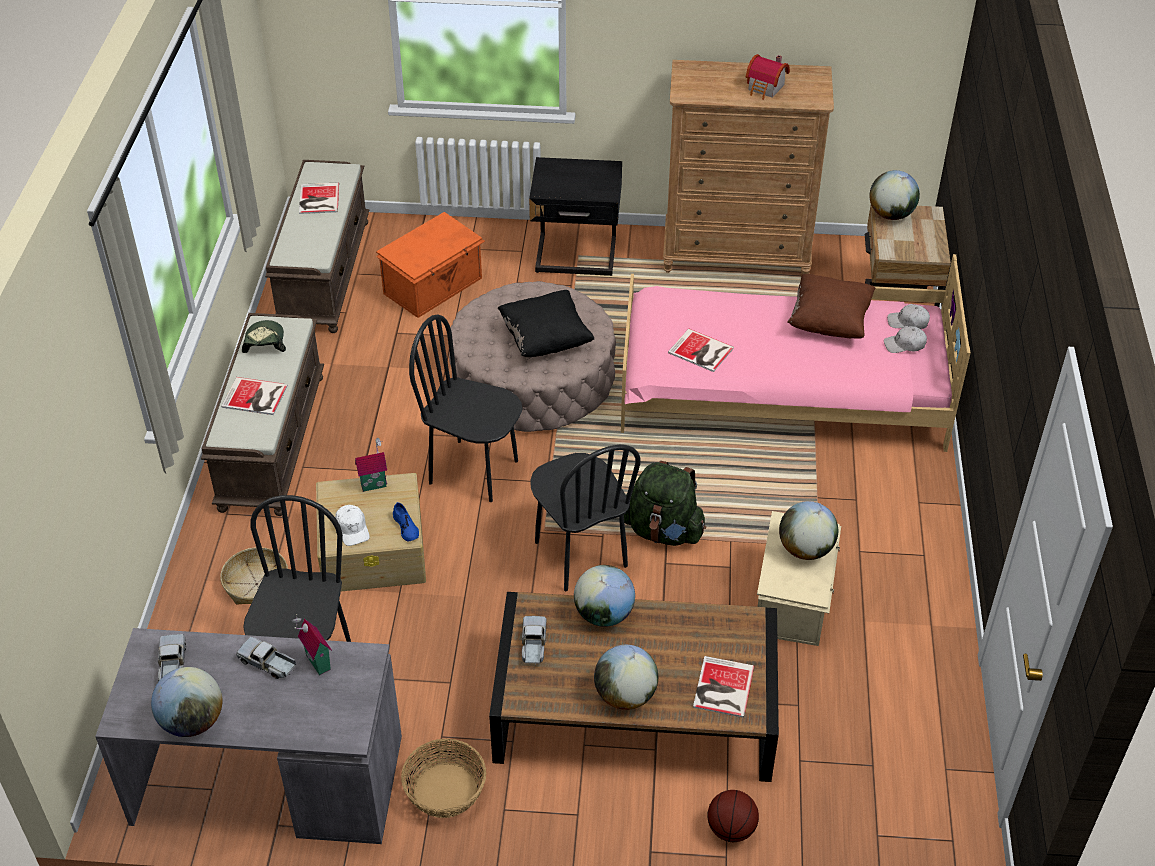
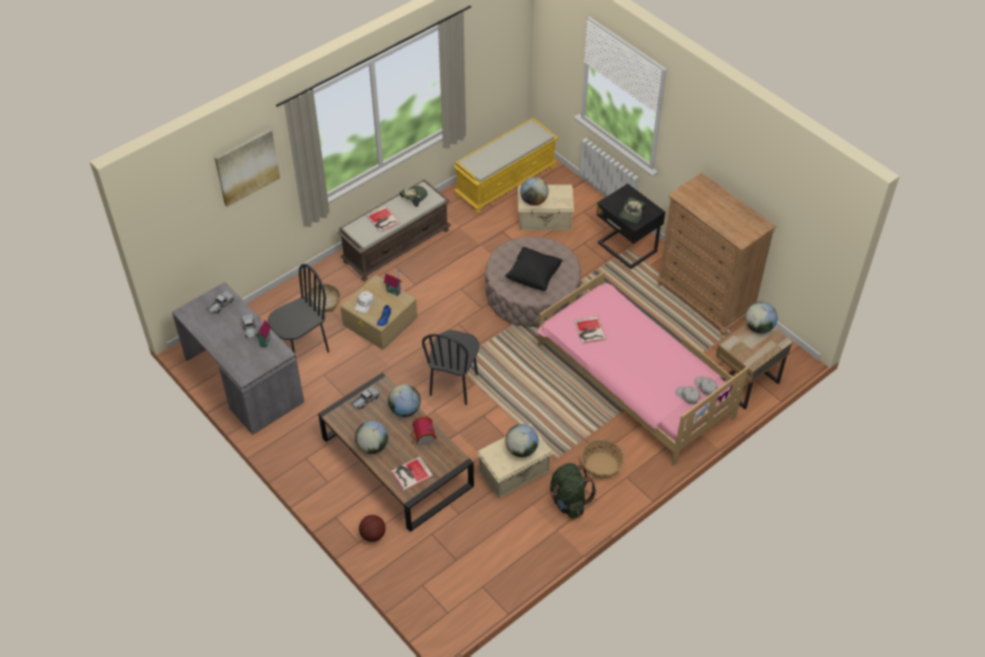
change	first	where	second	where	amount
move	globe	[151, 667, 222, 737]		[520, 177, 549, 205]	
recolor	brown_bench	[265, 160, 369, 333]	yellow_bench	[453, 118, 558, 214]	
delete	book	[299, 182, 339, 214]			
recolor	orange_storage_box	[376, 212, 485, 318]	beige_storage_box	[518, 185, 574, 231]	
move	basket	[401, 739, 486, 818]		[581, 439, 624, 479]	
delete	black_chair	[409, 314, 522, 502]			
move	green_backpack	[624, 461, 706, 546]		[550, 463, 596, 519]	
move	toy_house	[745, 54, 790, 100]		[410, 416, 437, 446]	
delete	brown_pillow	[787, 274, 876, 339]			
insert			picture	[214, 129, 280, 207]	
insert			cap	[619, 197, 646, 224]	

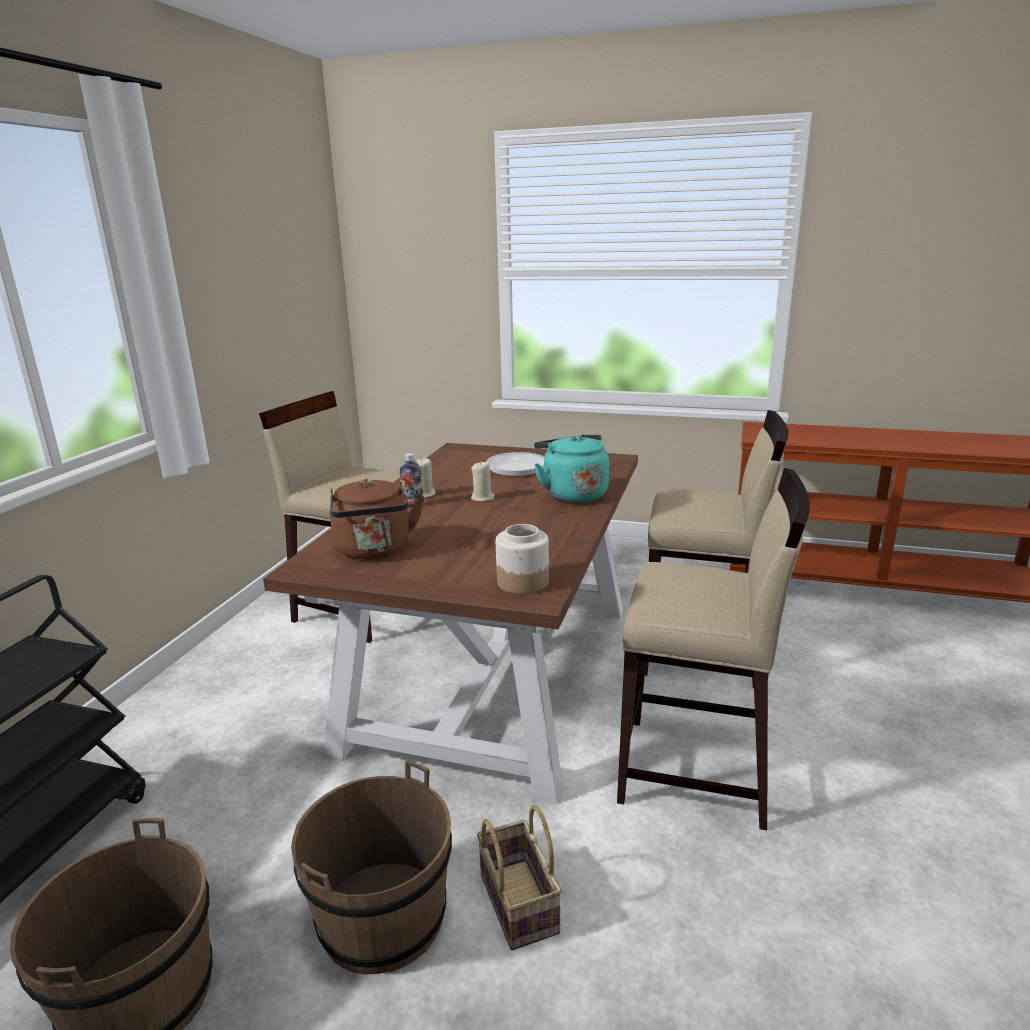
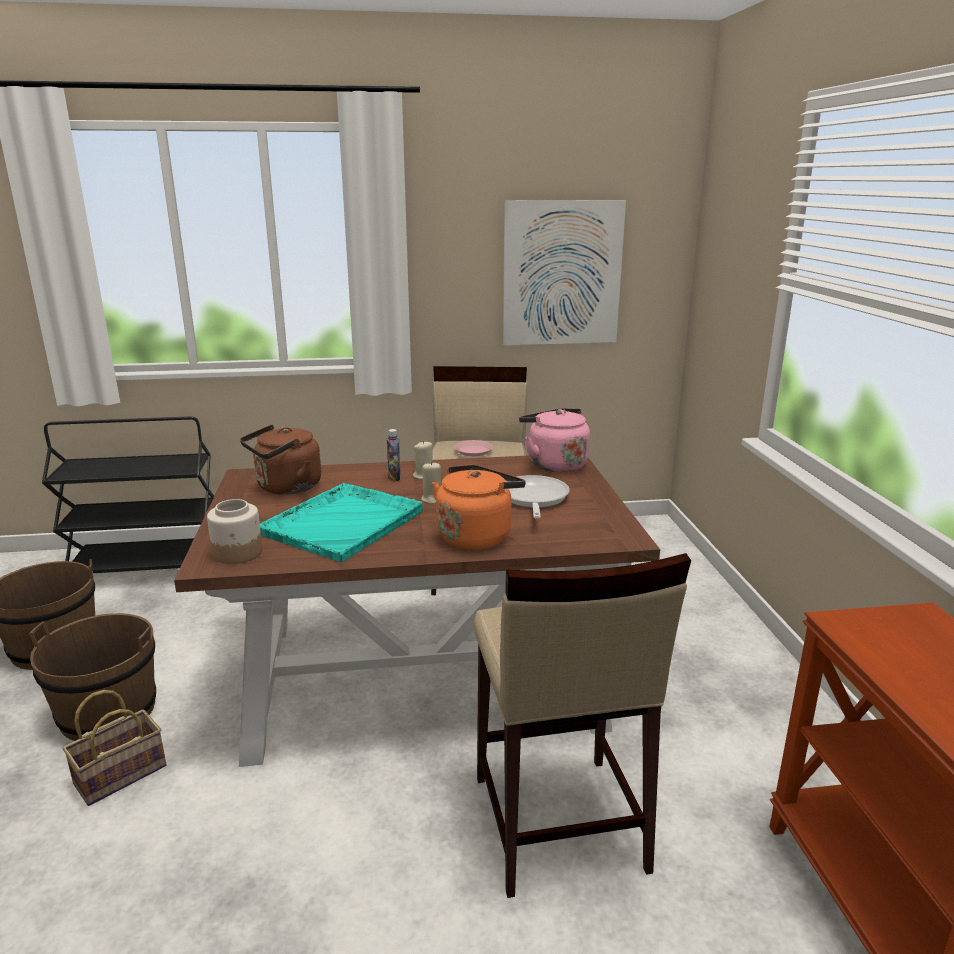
change	first	where	second	where	amount
recolor	turquoise_kettle	[534, 434, 609, 503]	orange_kettle	[432, 465, 526, 550]	
delete	beige_stool	[617, 468, 810, 830]			
insert			turquoise_tray	[260, 483, 423, 562]	
insert			pink_plate	[454, 440, 493, 456]	
insert			picture	[503, 200, 626, 345]	
insert			pink_kettle	[519, 408, 590, 472]	

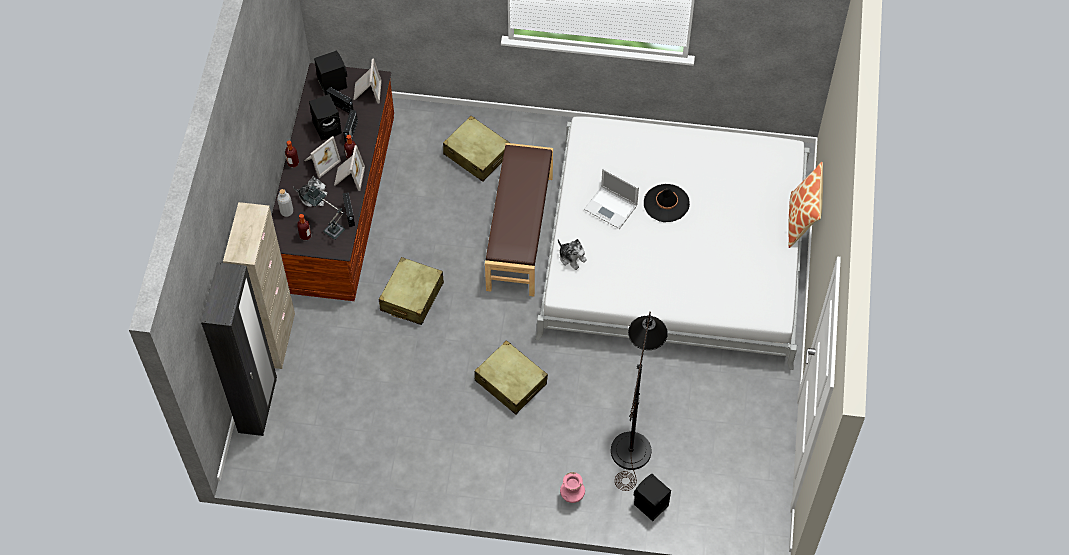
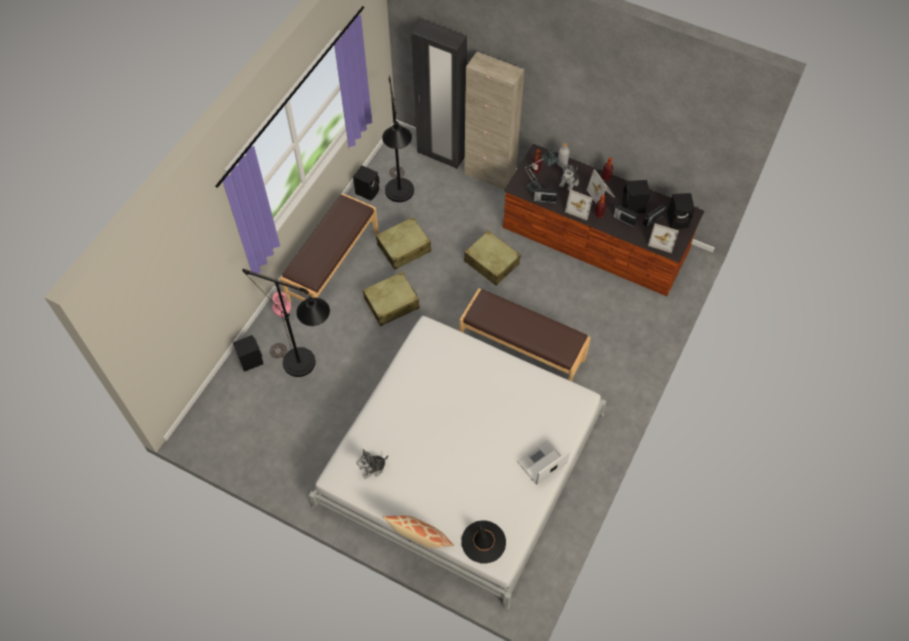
change	first	where	second	where	amount
move	beige_suitcase	[443, 116, 510, 182]		[376, 217, 431, 270]	
move	plush_toy	[558, 239, 587, 270]		[357, 449, 388, 479]	
move	laptop	[584, 168, 639, 229]		[517, 440, 570, 485]	
move	black_hat	[644, 184, 690, 222]		[461, 521, 506, 564]	
insert			brown_bench	[280, 193, 379, 303]	
insert			black_speaker	[353, 166, 380, 201]	
insert			black_floor_lamp	[382, 75, 414, 202]	

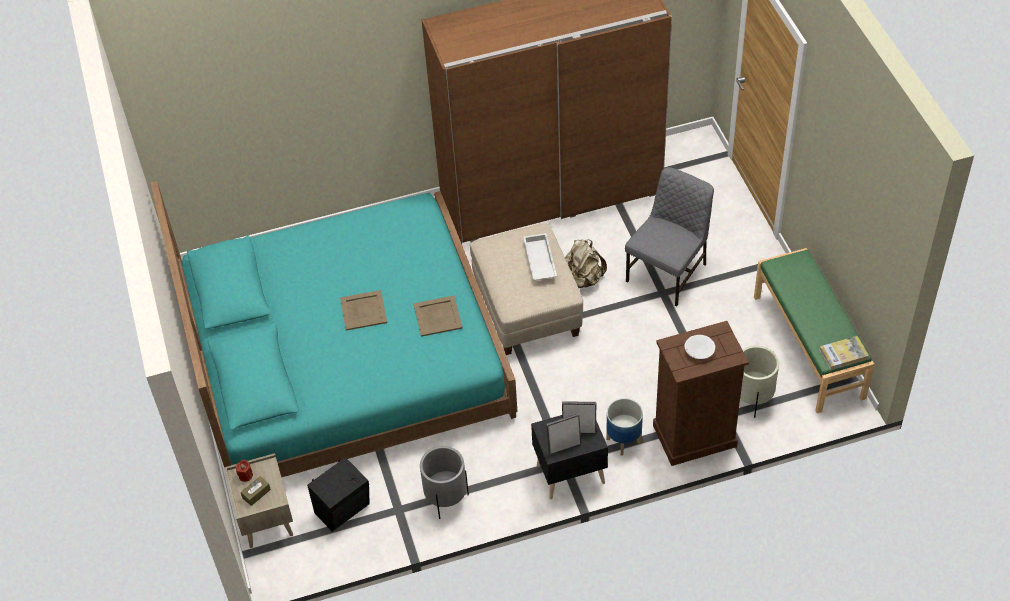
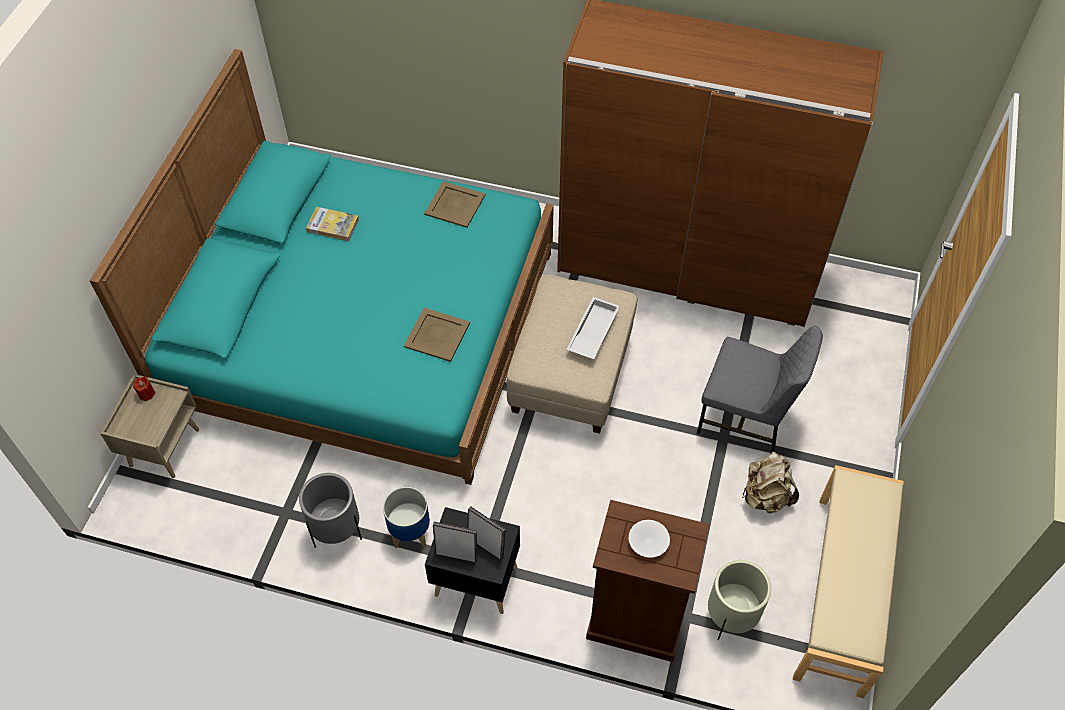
change	first	where	second	where	amount
delete	brown_tissue_box	[241, 476, 271, 506]			
delete	black_speaker	[307, 457, 370, 532]			
move	beige_tray	[340, 290, 387, 331]		[424, 181, 486, 228]	
move	beige_backpack	[565, 239, 607, 288]		[742, 451, 799, 513]	
move	planter	[606, 398, 643, 456]		[383, 487, 430, 548]	
rotate	grey_chair	[625, 167, 714, 306]		[697, 325, 823, 453]	45 degrees clockwise
recolor	green_bench	[754, 248, 874, 413]	beige_bench	[793, 465, 904, 698]	
move	book	[820, 336, 869, 370]		[306, 207, 359, 241]	

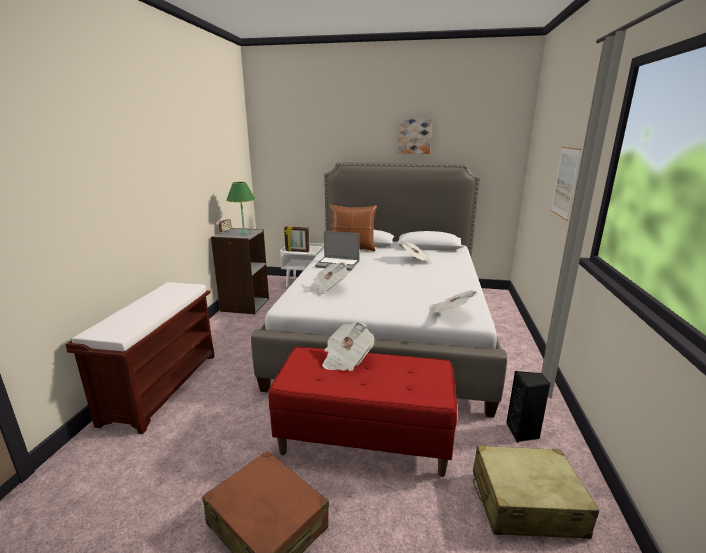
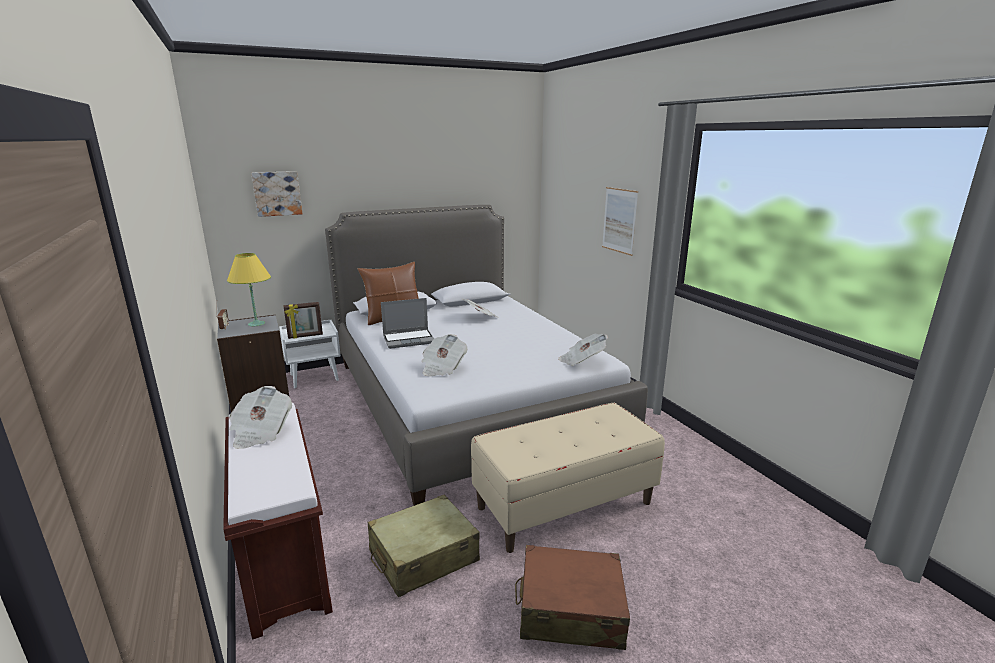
change	first	where	second	where	amount
recolor	green_table_lamp	[226, 182, 255, 234]	yellow_table_lamp	[227, 253, 271, 326]	
recolor	red_bench	[269, 347, 457, 477]	beige_bench	[471, 403, 665, 553]	
move	newspaper	[322, 322, 375, 371]		[229, 386, 292, 449]	
move	picture	[398, 119, 432, 154]		[251, 171, 302, 217]	
move	beige_suitcase	[473, 445, 599, 539]		[368, 495, 480, 597]	
delete	black_speaker	[506, 371, 551, 442]			

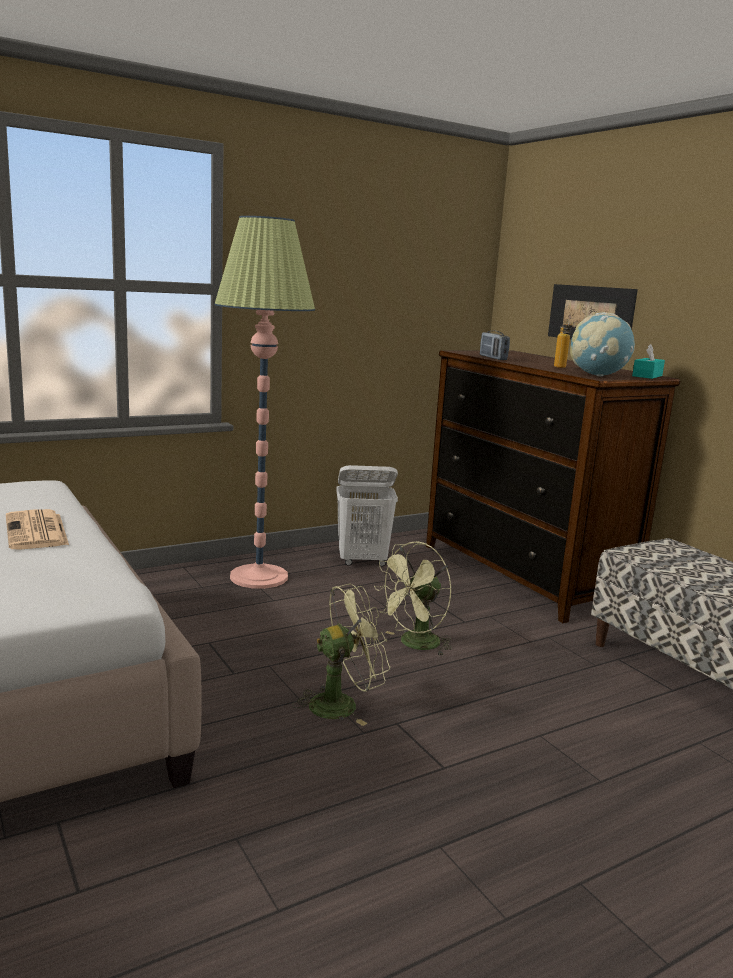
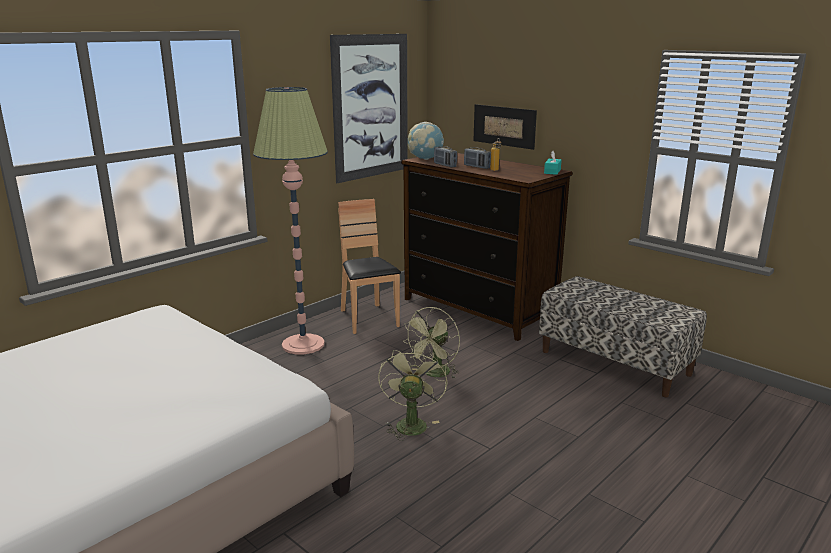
change	first	where	second	where	amount
delete	newspaper	[6, 509, 69, 549]			
rotate	green_fan	[292, 584, 390, 726]		[378, 346, 448, 441]	45 degrees counterclockwise
replace	white_laundry_basket	[336, 465, 398, 566]	brown_chair	[338, 199, 401, 334]	
move	globe	[570, 312, 635, 376]		[408, 122, 444, 160]	
insert			picture	[330, 34, 408, 183]	
insert			radio	[464, 147, 491, 169]	

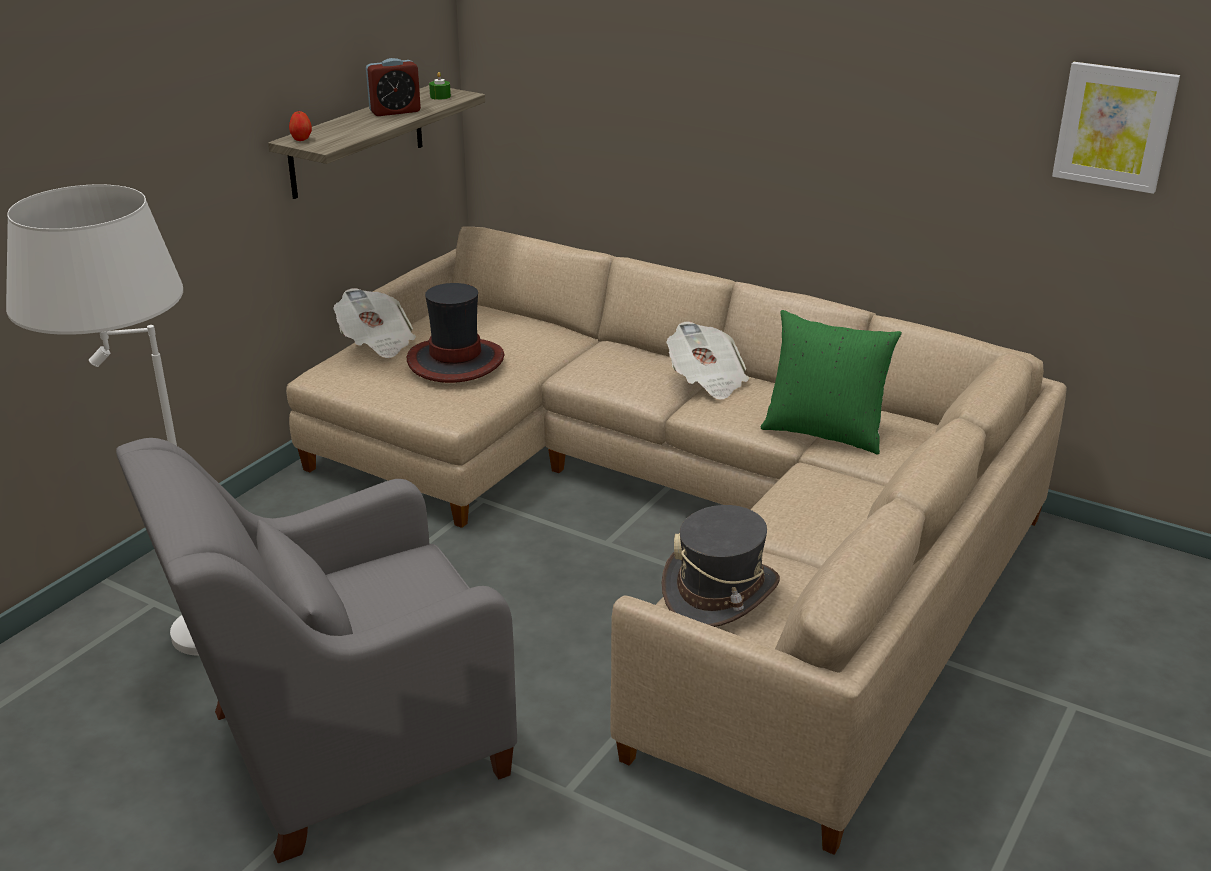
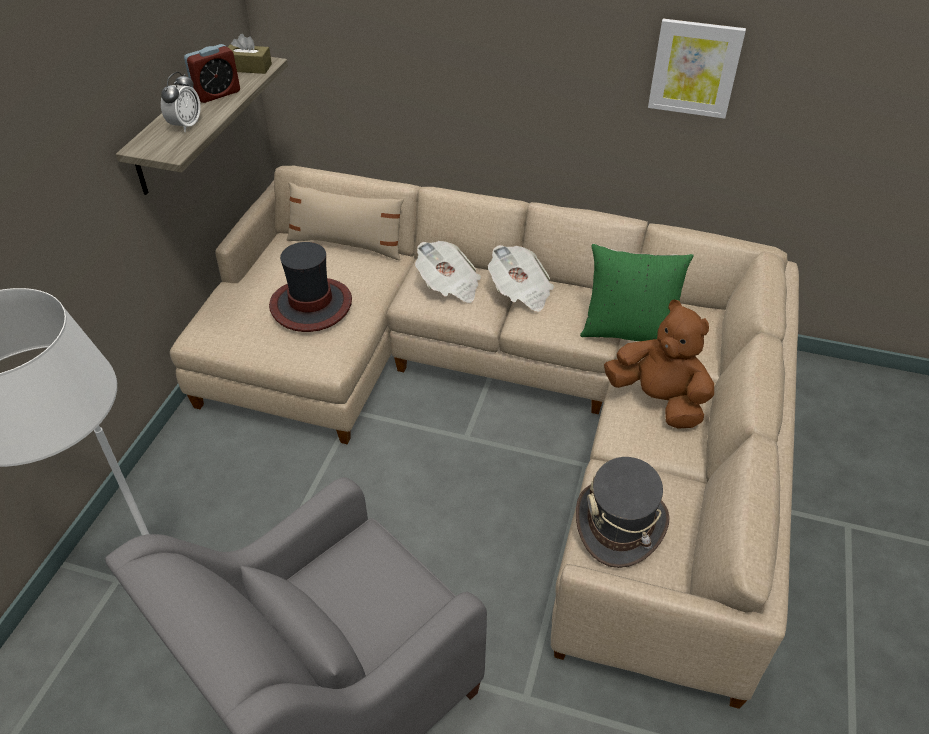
change	first	where	second	where	amount
delete	apple	[289, 110, 312, 141]			
move	newspaper	[333, 288, 416, 358]		[415, 241, 481, 303]	
replace	green_candle	[429, 72, 451, 100]	brown_tissue_box	[228, 34, 272, 74]	
move	picture	[1052, 62, 1180, 194]		[648, 19, 746, 119]	
insert			alarm_clock	[161, 72, 201, 132]	
insert			beige_pillow	[287, 182, 404, 260]	
insert			brown_plush_toy	[604, 300, 714, 429]	

